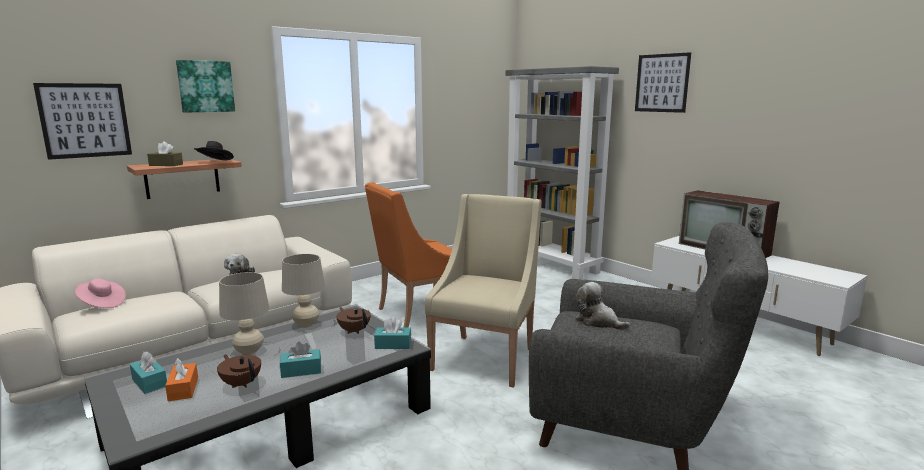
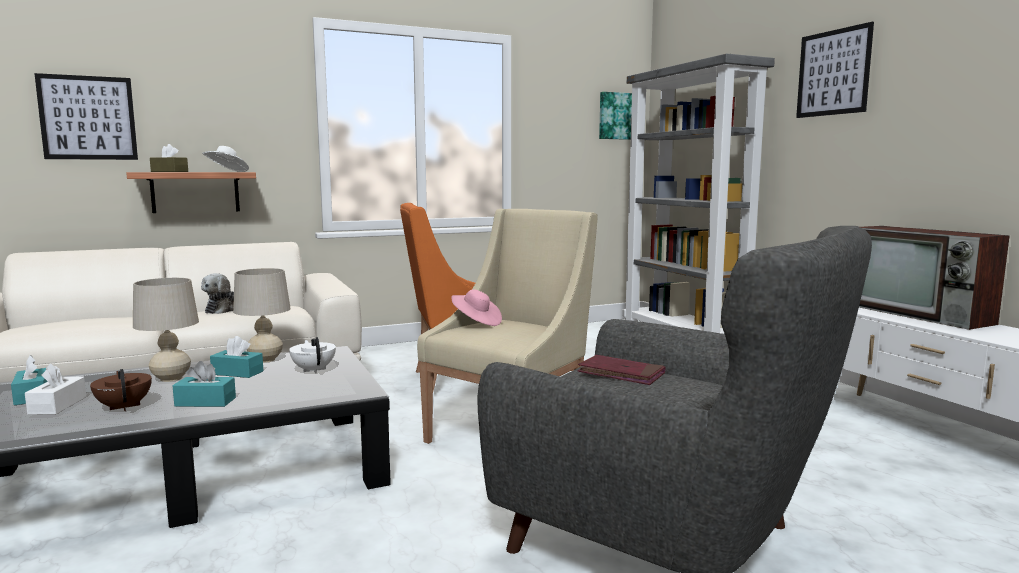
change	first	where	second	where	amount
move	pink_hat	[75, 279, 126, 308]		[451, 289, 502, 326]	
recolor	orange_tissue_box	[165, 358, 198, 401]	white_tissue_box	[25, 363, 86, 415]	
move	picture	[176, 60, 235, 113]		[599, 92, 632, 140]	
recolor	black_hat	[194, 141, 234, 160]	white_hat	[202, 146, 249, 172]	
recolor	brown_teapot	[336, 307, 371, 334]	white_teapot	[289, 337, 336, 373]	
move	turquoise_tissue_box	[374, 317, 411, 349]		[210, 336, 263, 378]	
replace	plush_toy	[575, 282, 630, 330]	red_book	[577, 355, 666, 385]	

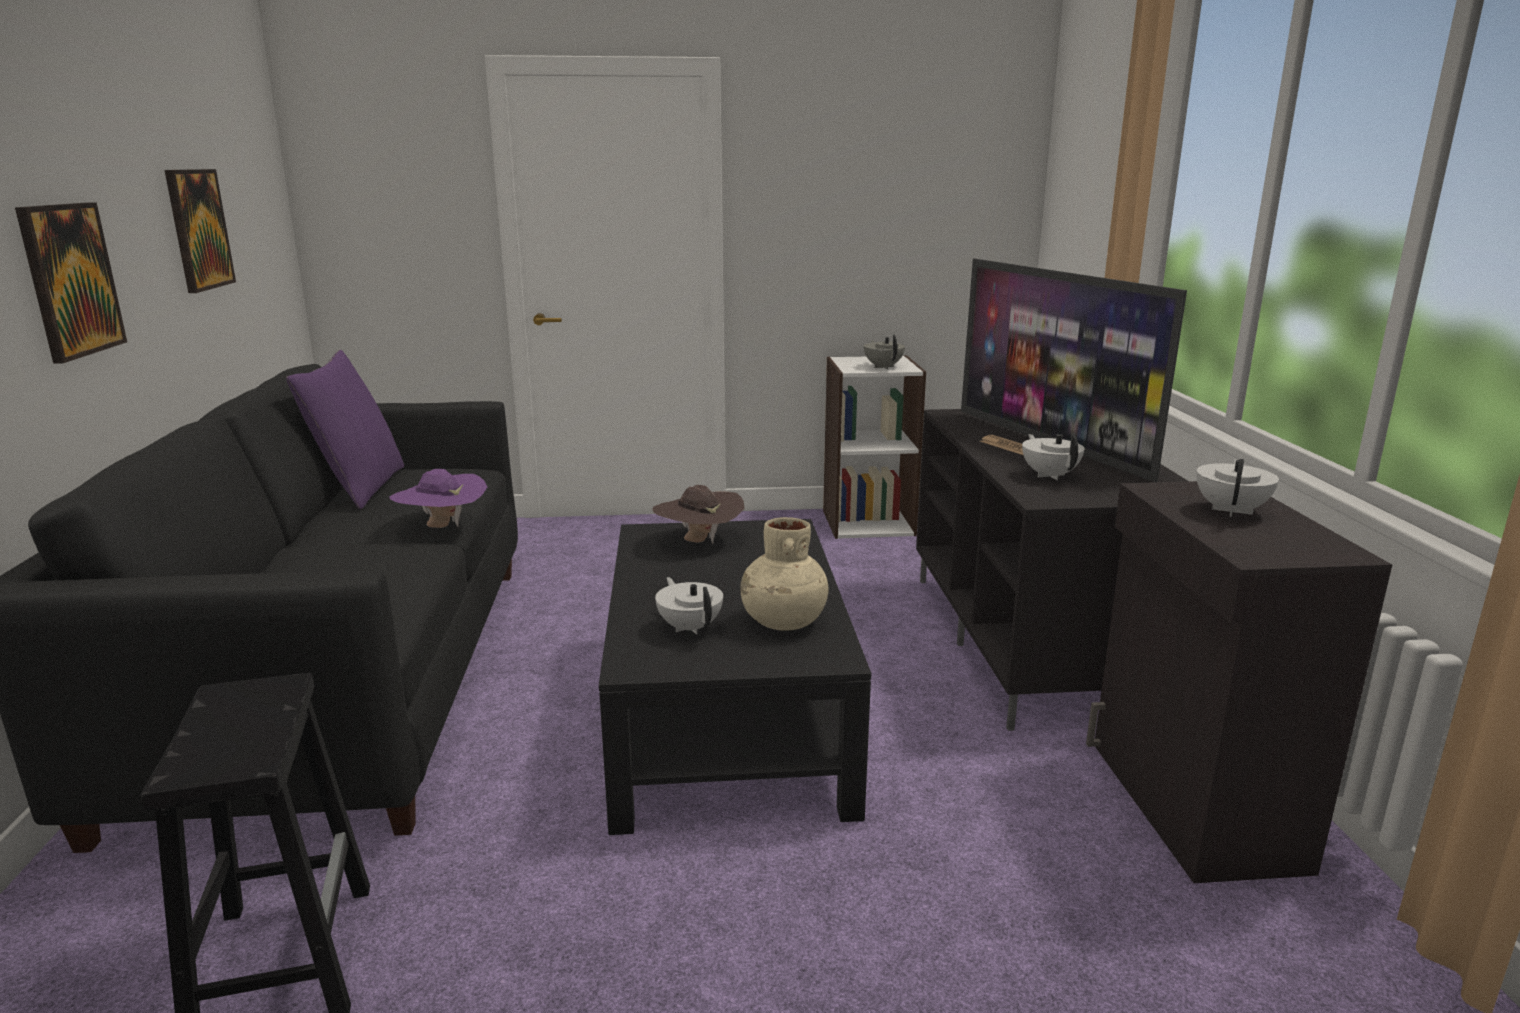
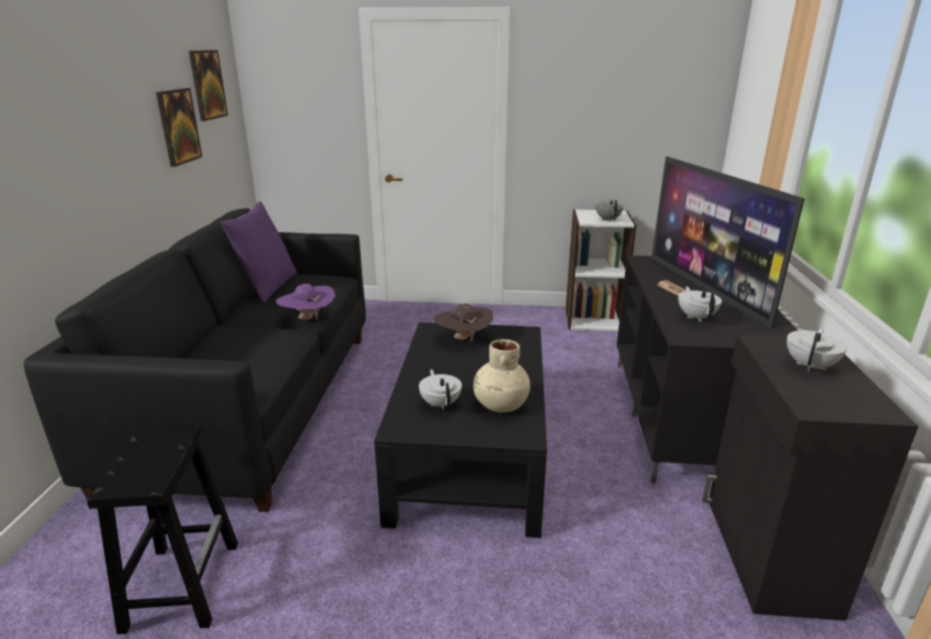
change	first	where	second	where	amount
move	picture	[15, 202, 127, 364]		[189, 50, 228, 121]	

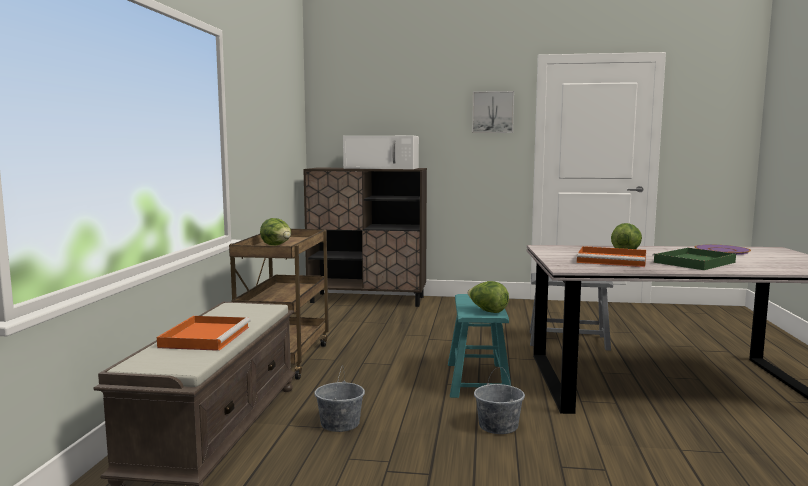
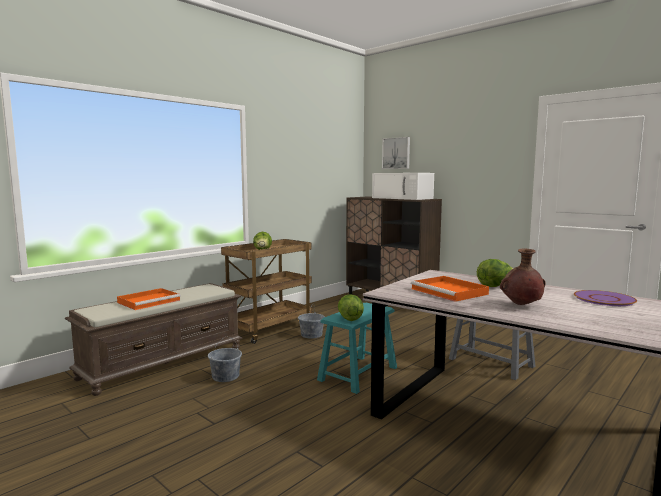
change	first	where	second	where	amount
move	picture	[472, 91, 514, 133]		[382, 137, 410, 169]	
move	grey_bucket	[474, 367, 525, 434]		[298, 303, 325, 339]	
replace	green_tray	[652, 247, 736, 270]	brown_vase	[500, 248, 546, 305]	

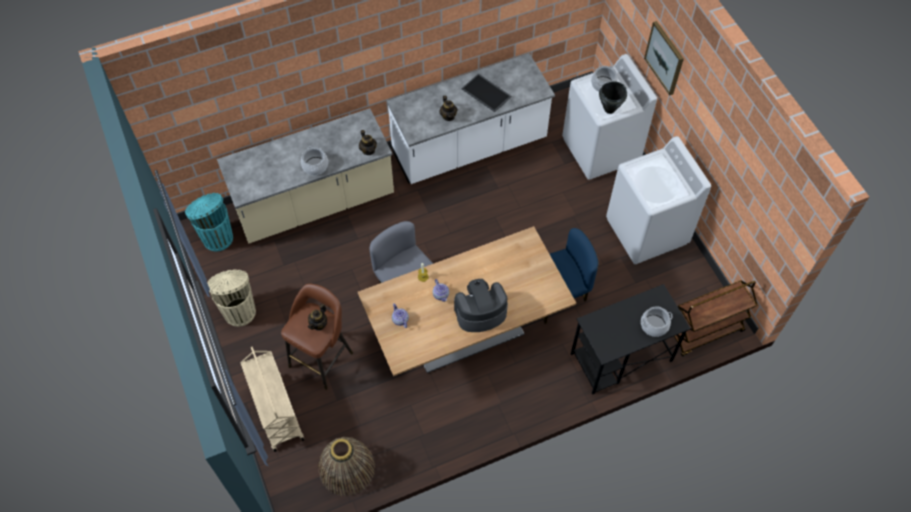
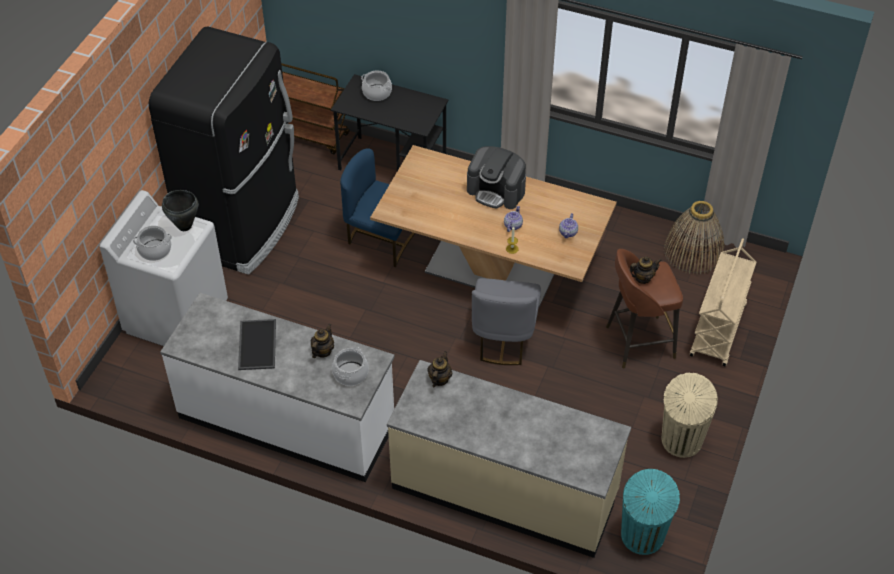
change	first	where	second	where	amount
move	cooking_pot	[301, 146, 328, 175]		[332, 347, 369, 386]	
replace	white_washing_machine	[606, 136, 711, 264]	black_fridge	[149, 26, 299, 275]	
delete	picture	[644, 21, 684, 95]			

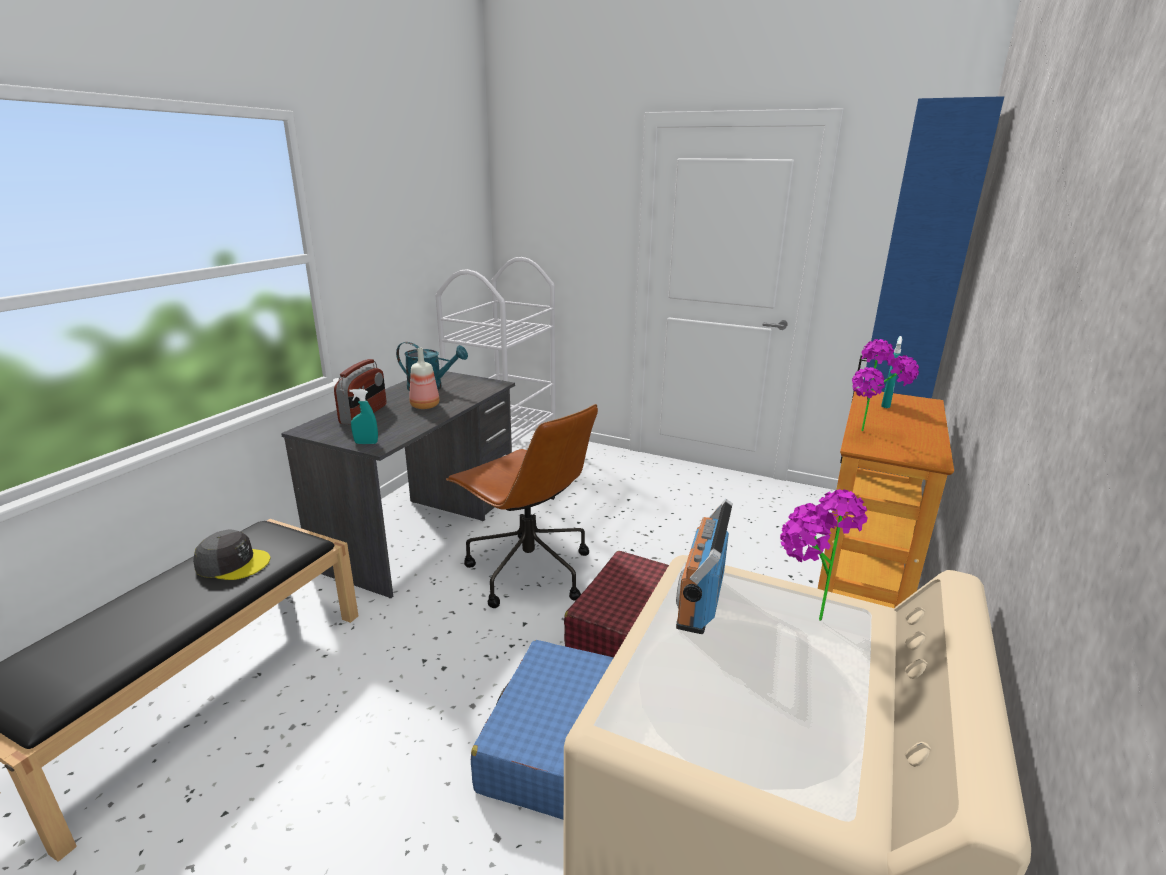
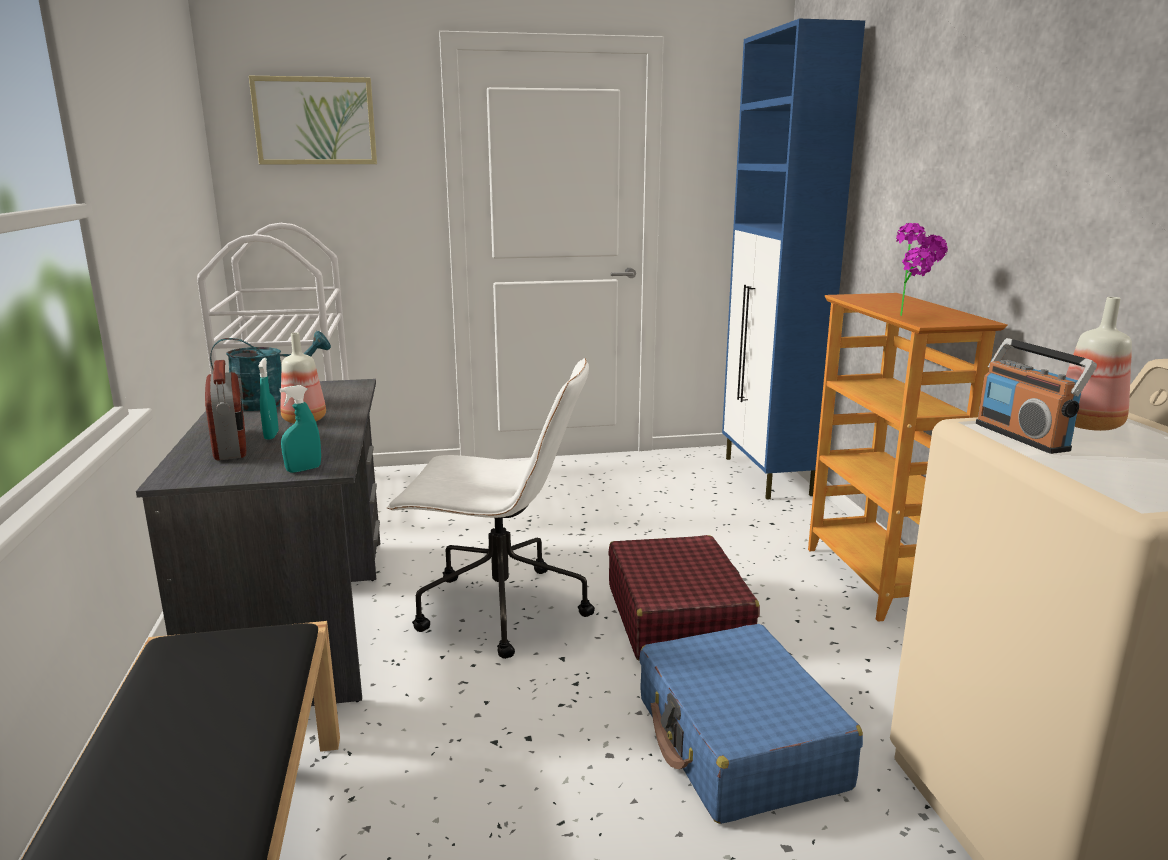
change	first	where	second	where	amount
delete	grey_cap	[193, 529, 270, 580]			
recolor	brown_office_chair	[446, 404, 598, 608]	white_office_chair	[387, 358, 595, 659]	
replace	potted_plant	[780, 489, 868, 621]	bottle	[1066, 297, 1132, 431]	
move	turquoise_spray_bottle	[881, 336, 902, 408]		[258, 358, 279, 440]	
insert			picture	[249, 76, 377, 164]	

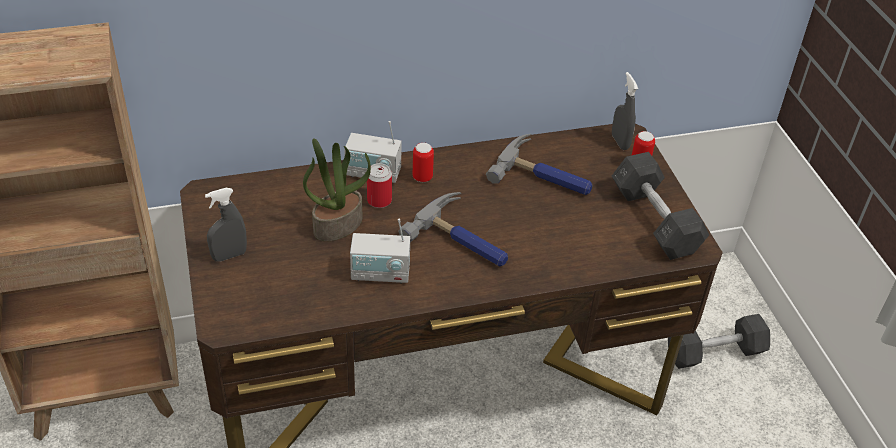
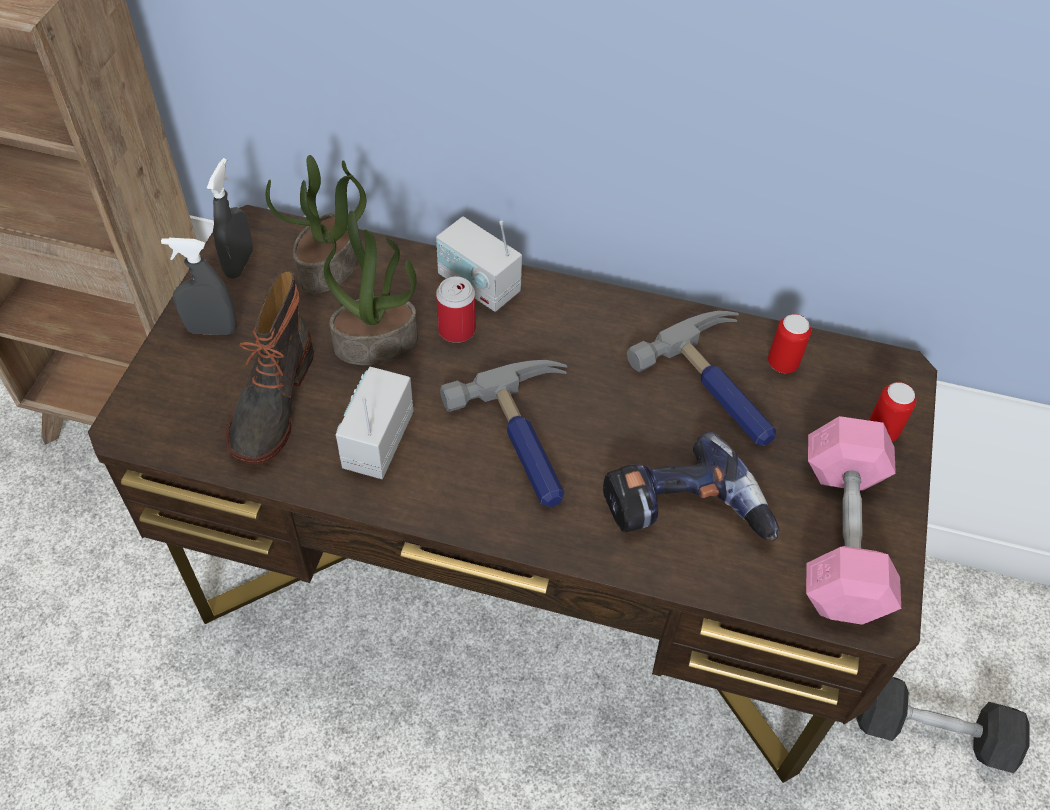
change	first	where	second	where	amount
rotate	radio	[350, 219, 410, 284]		[336, 367, 413, 479]	75 degrees clockwise
move	can	[413, 143, 434, 182]		[768, 314, 811, 373]	
move	grey_spray_bottle	[612, 72, 638, 150]		[207, 158, 253, 279]	
recolor	grey_dumbbell	[612, 152, 709, 260]	pink_dumbbell	[806, 416, 901, 625]	
insert			boot	[225, 271, 314, 464]	
insert			potted_plant	[266, 155, 366, 294]	
insert			power_drill	[603, 432, 779, 541]	

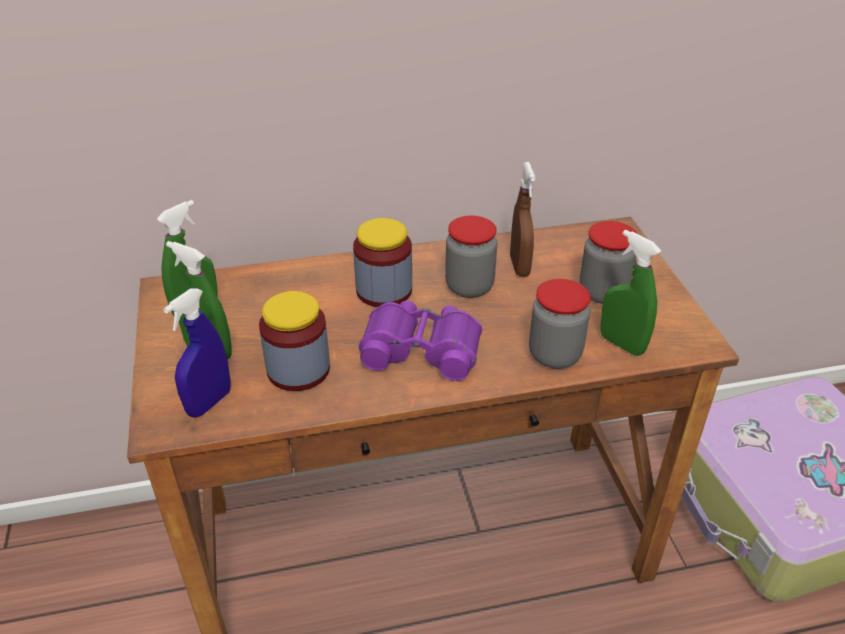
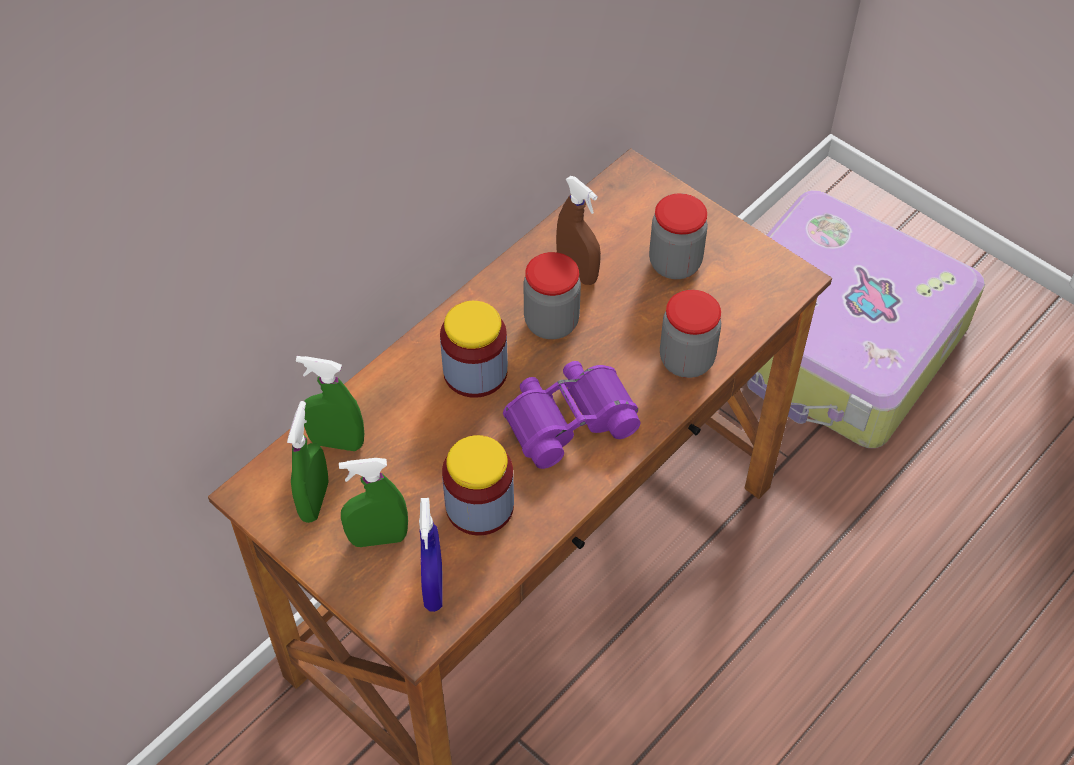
change	first	where	second	where	amount
move	green_spray_bottle	[600, 230, 661, 356]		[296, 356, 364, 451]	

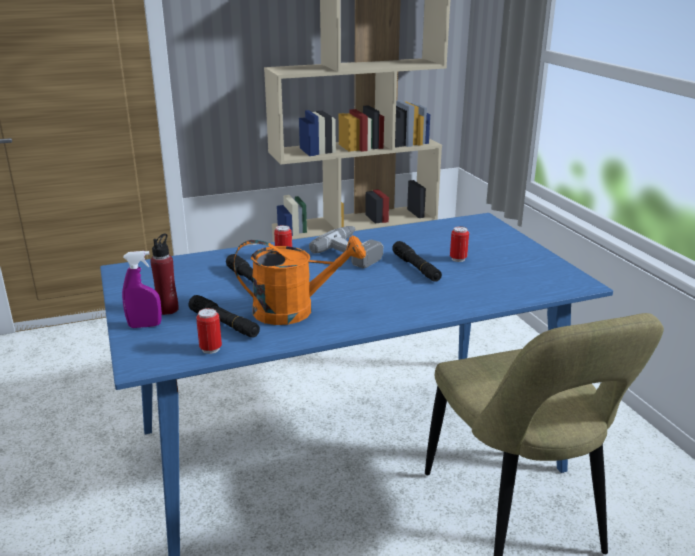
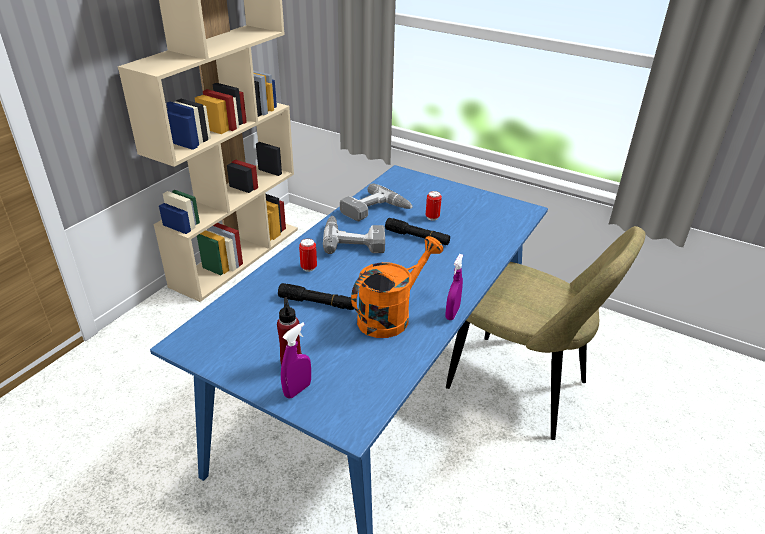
change	first	where	second	where	amount
delete	black_flashlight	[188, 295, 260, 338]			
delete	can	[196, 308, 222, 354]			
insert			power_drill	[340, 183, 413, 221]	
insert			purple_spray_bottle	[445, 254, 463, 320]	

